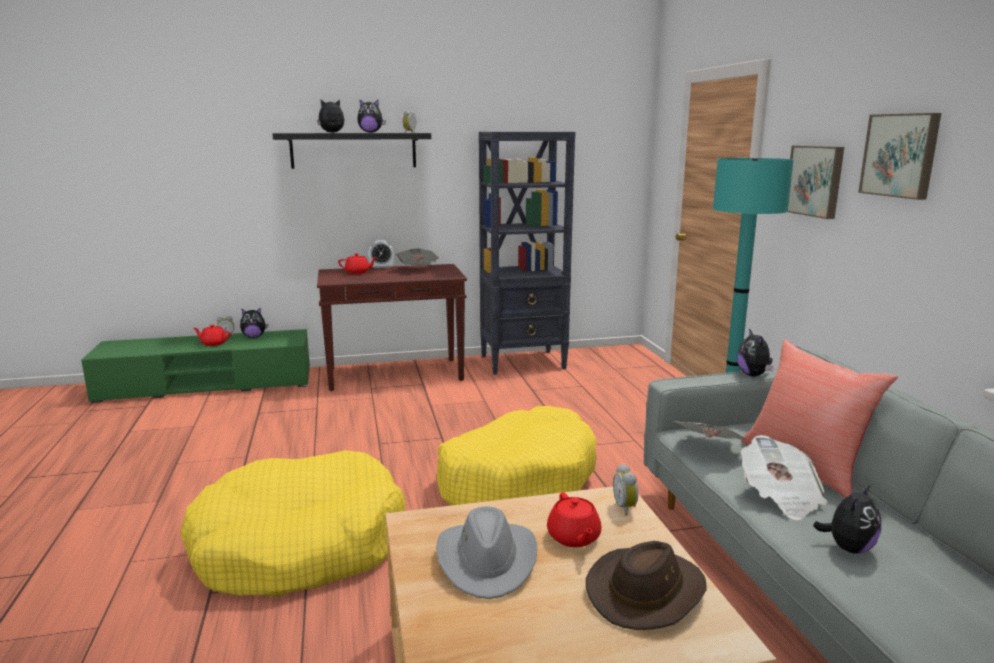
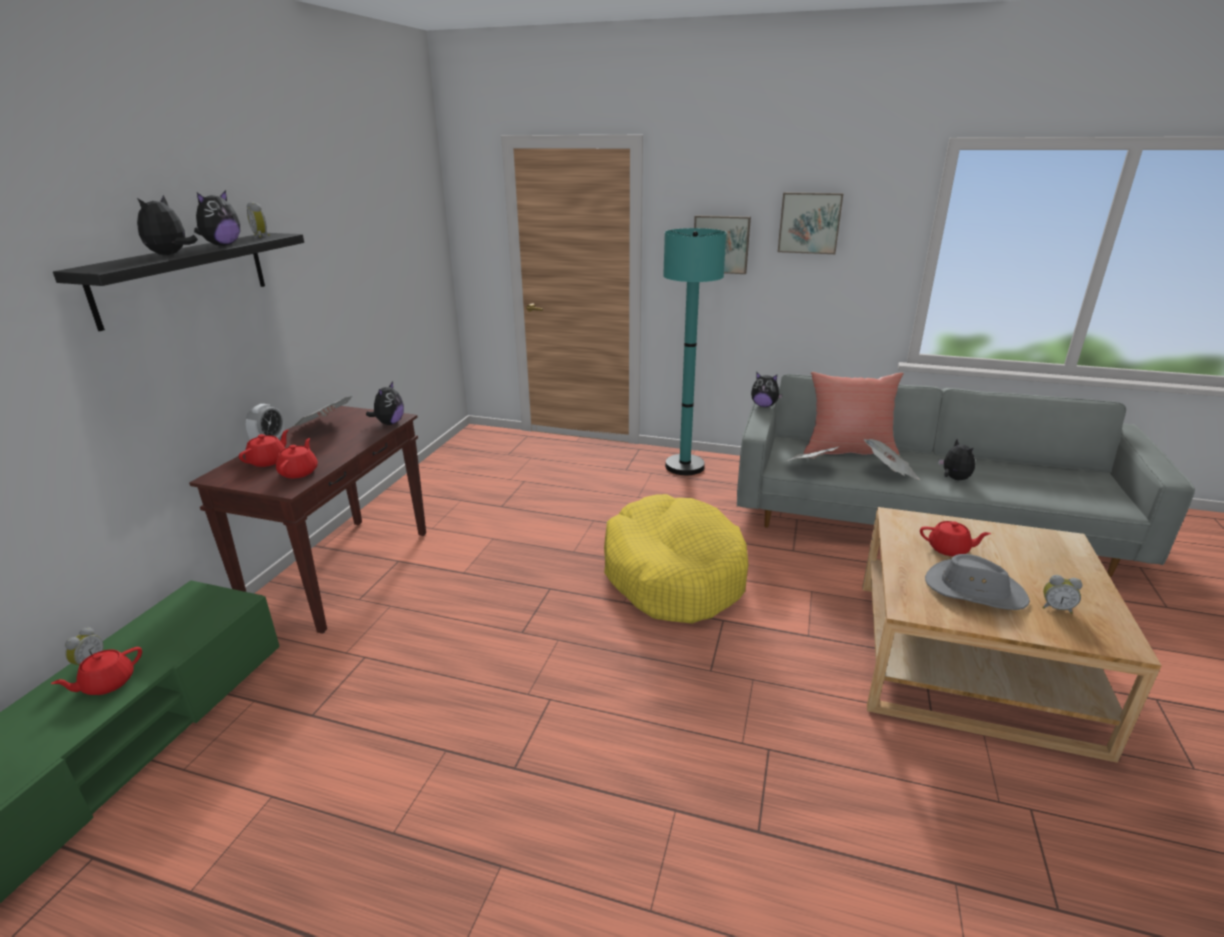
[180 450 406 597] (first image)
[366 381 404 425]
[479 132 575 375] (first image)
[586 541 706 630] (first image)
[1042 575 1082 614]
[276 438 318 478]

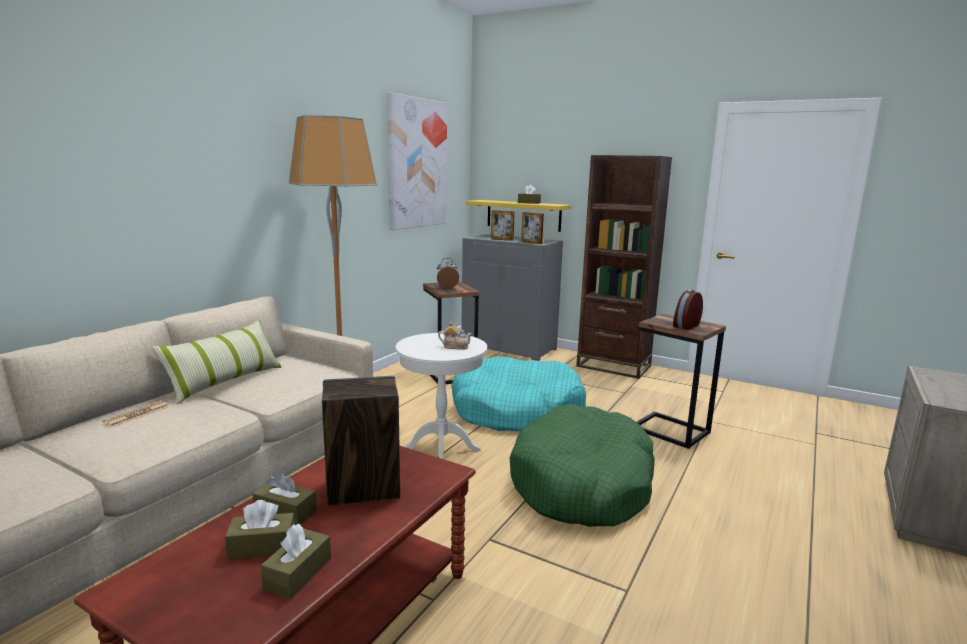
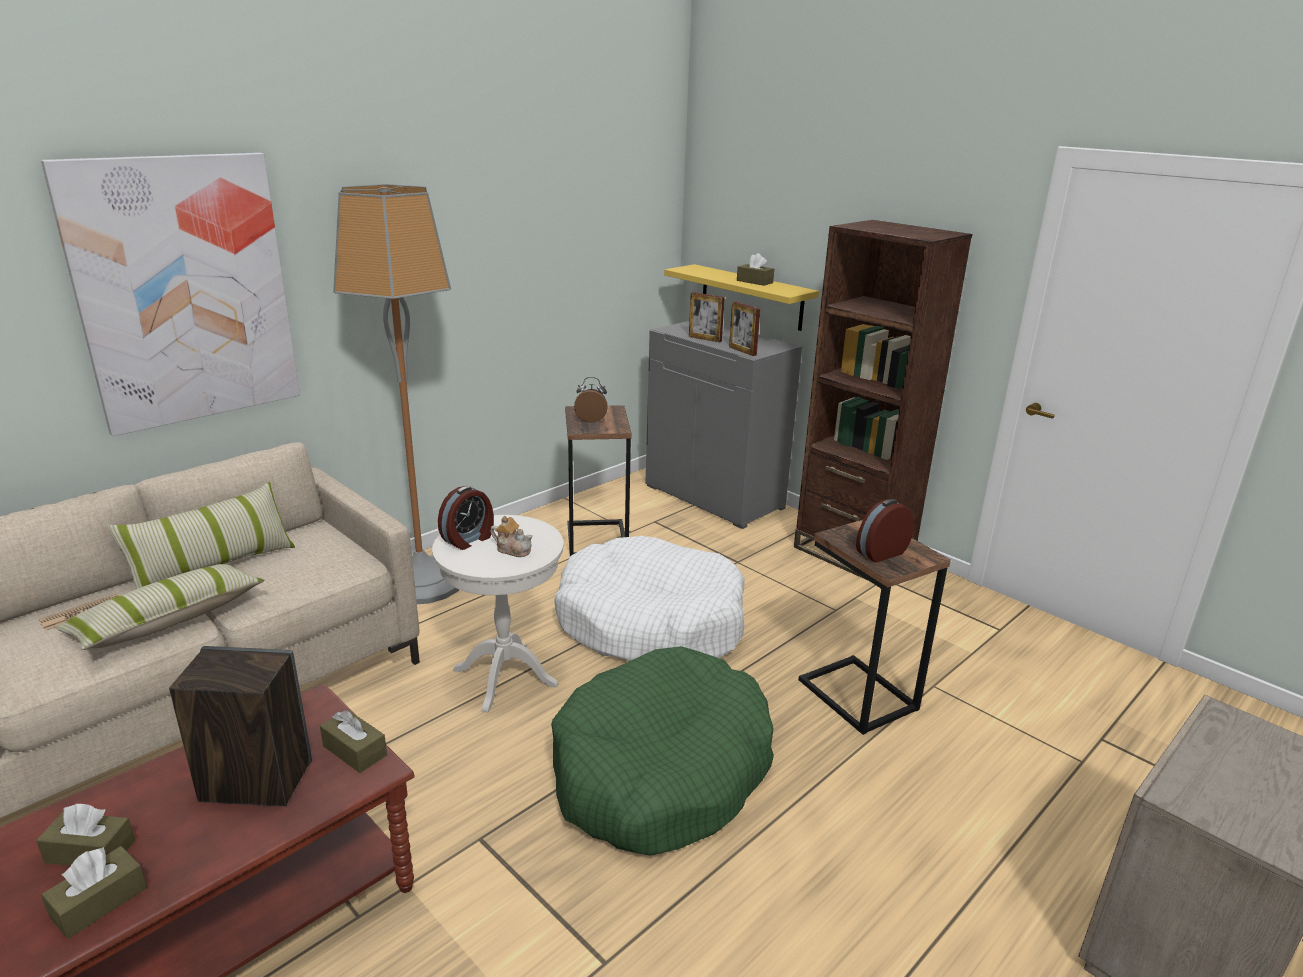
[320 710 387 773]
[41 153 300 436]
[554 536 745 661]
[55 564 265 650]
[438 486 494 550]

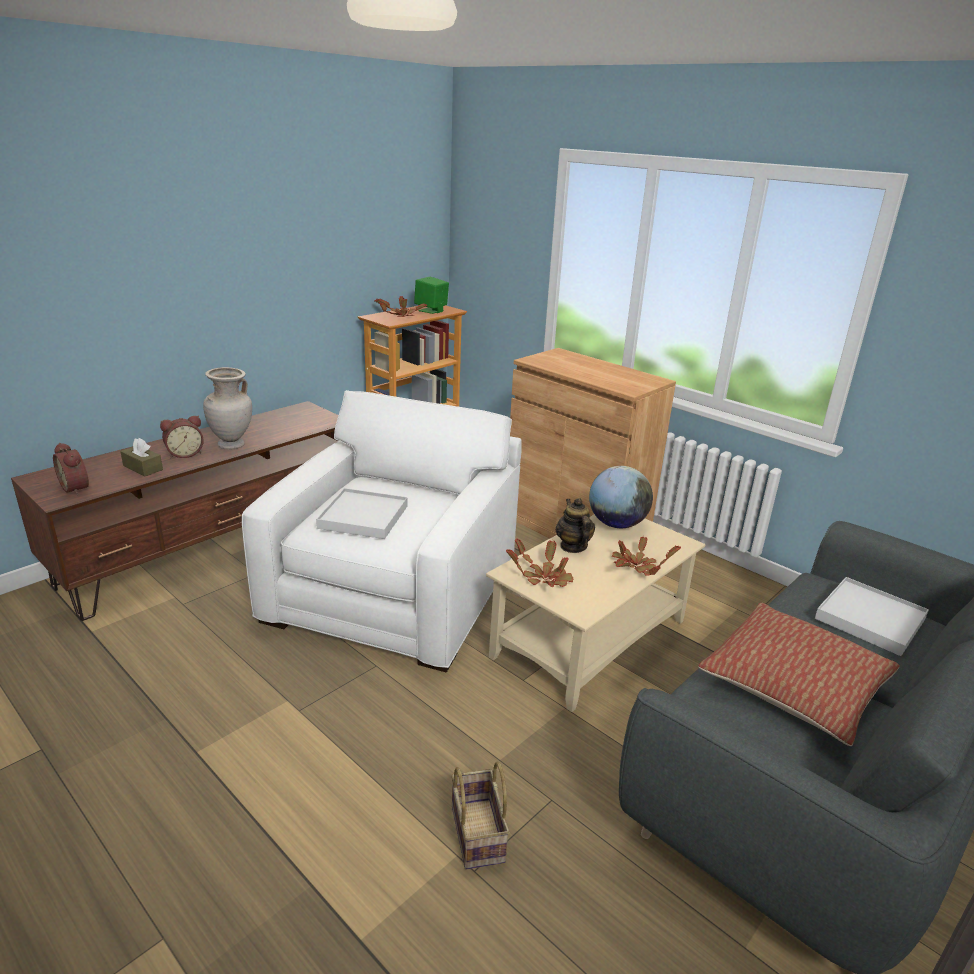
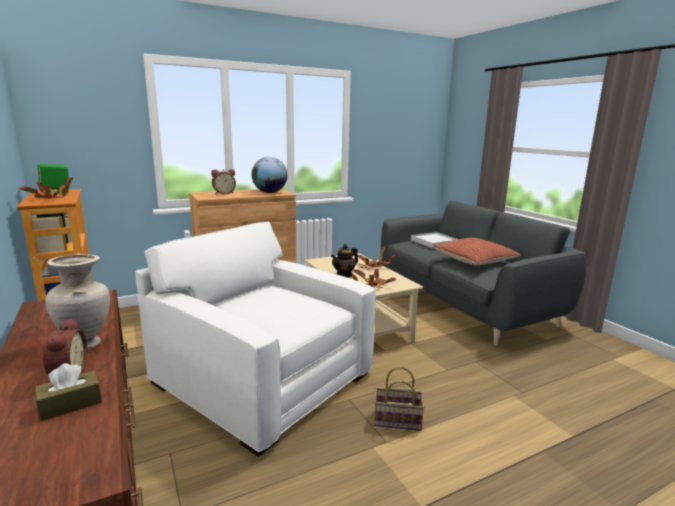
[211 169 236 195]
[316 488 407 539] (first image)
[374 367 425 431]
[331 244 358 277]
[251 157 288 193]

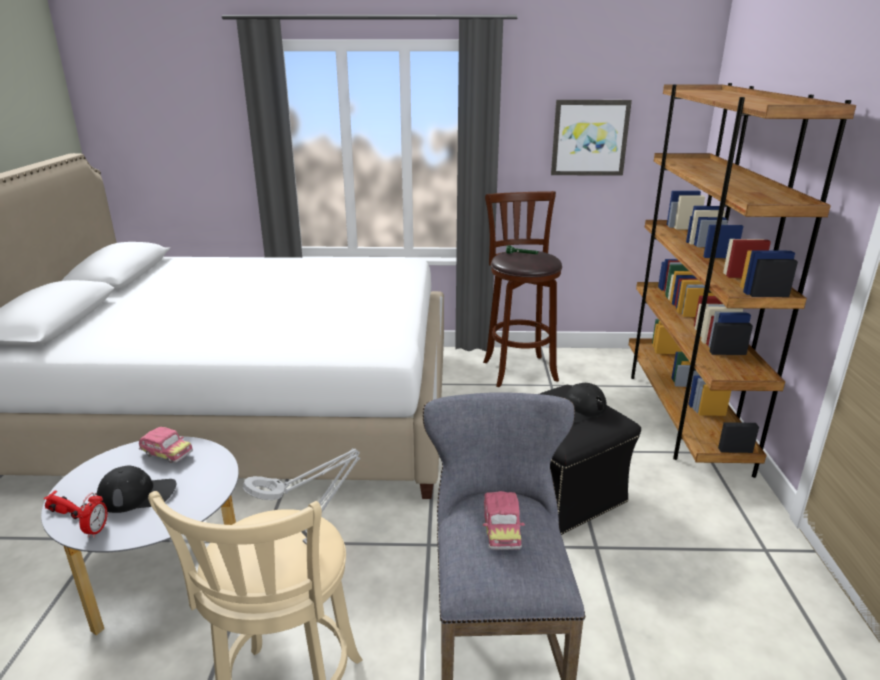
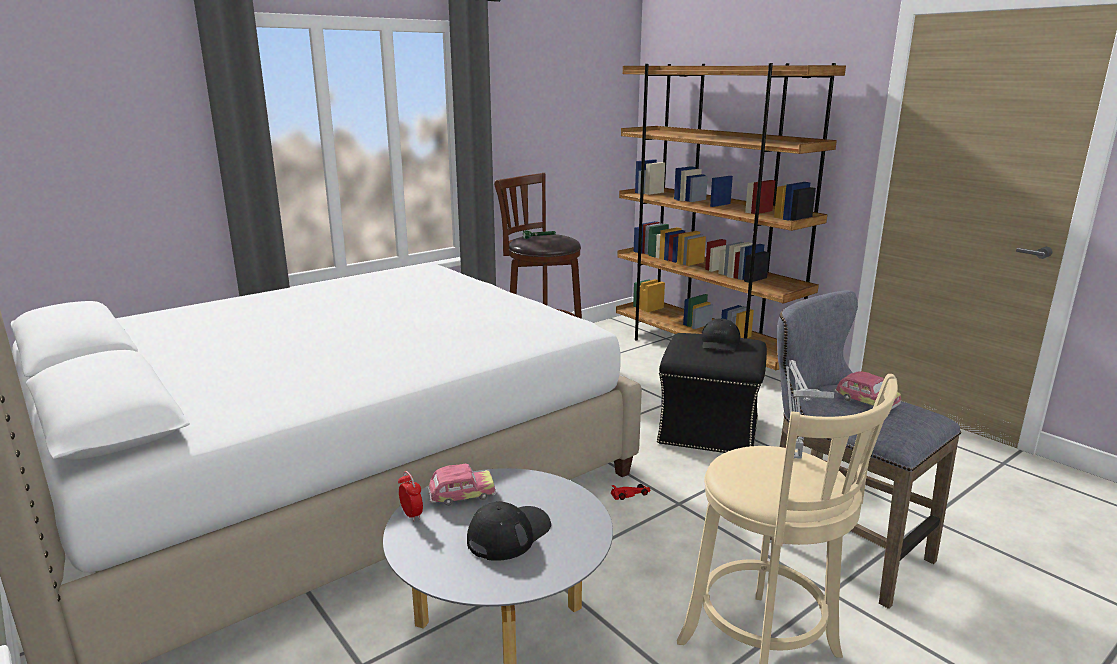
[611 484 650 500]
[398 471 423 522]
[551 100 632 176] (first image)

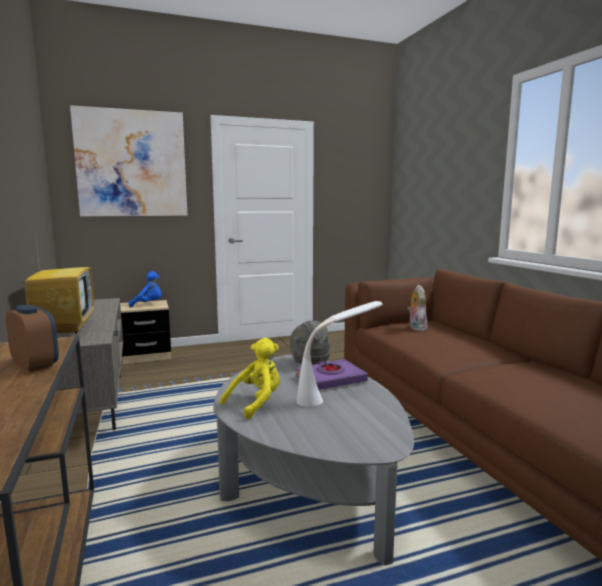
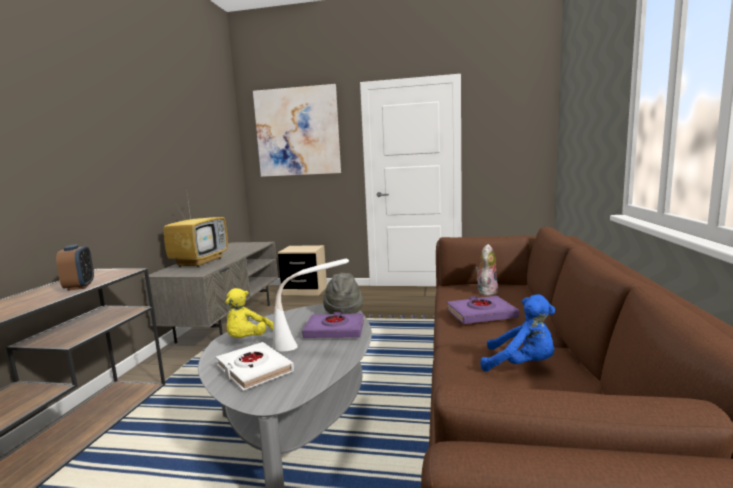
[480 294 556 372]
[225 288 273 338]
[216 342 294 391]
[447 296 519 324]

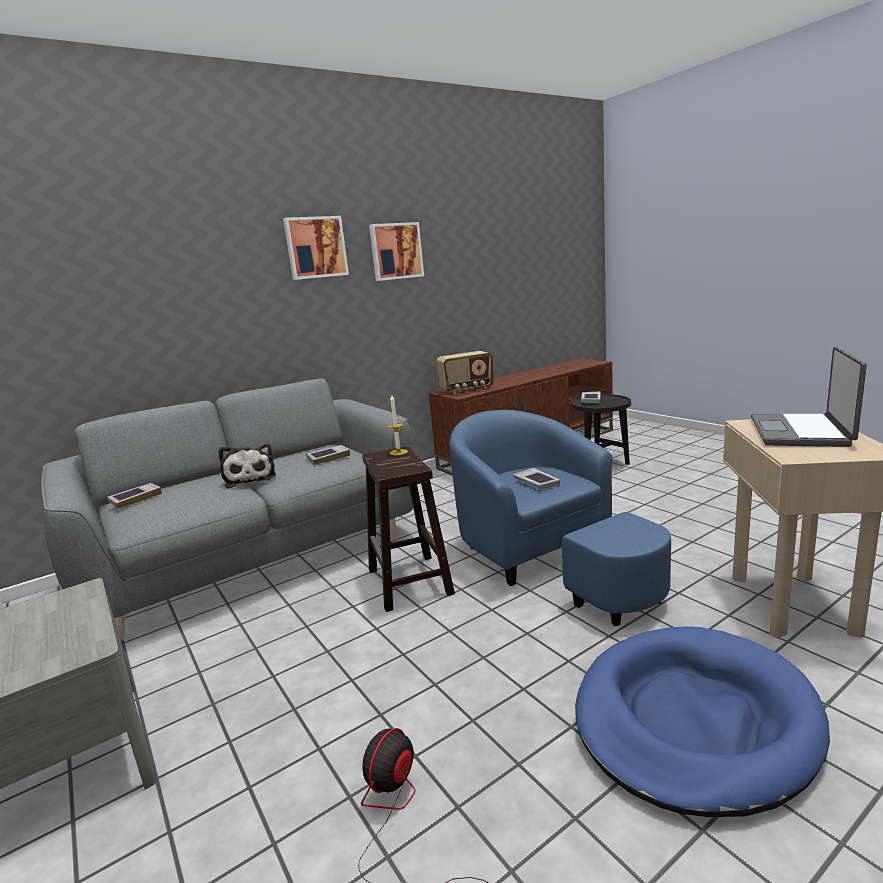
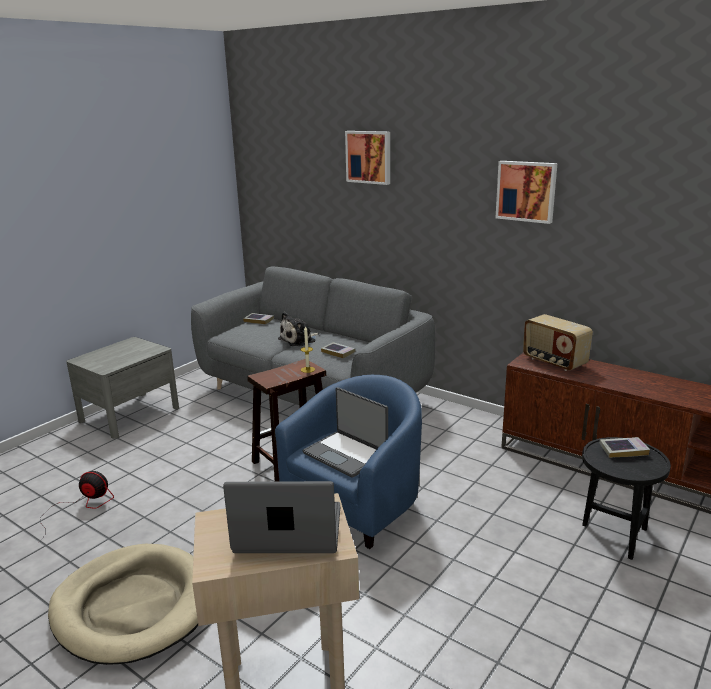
[345 131 390 185]
[303 387 388 478]
[48 544 198 665]

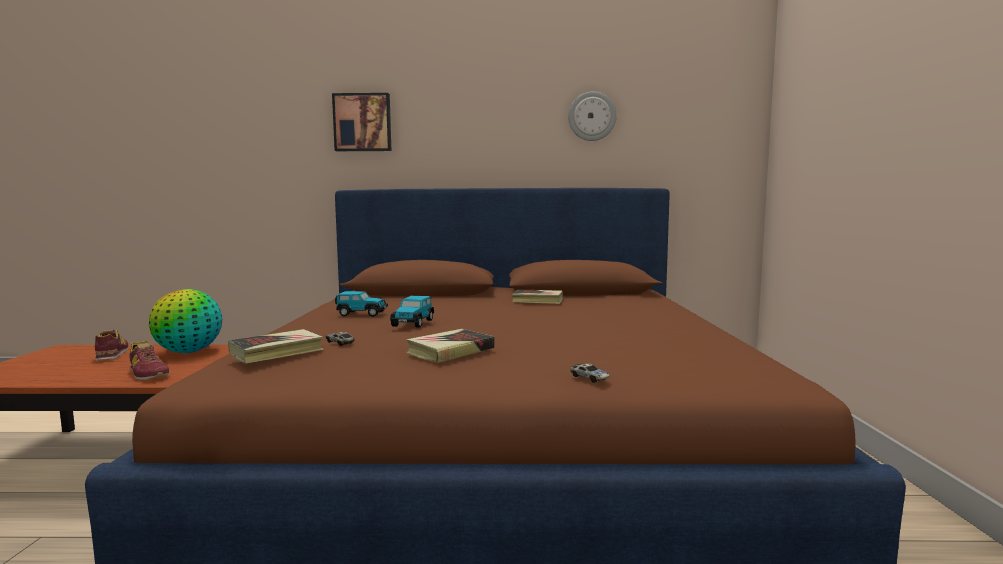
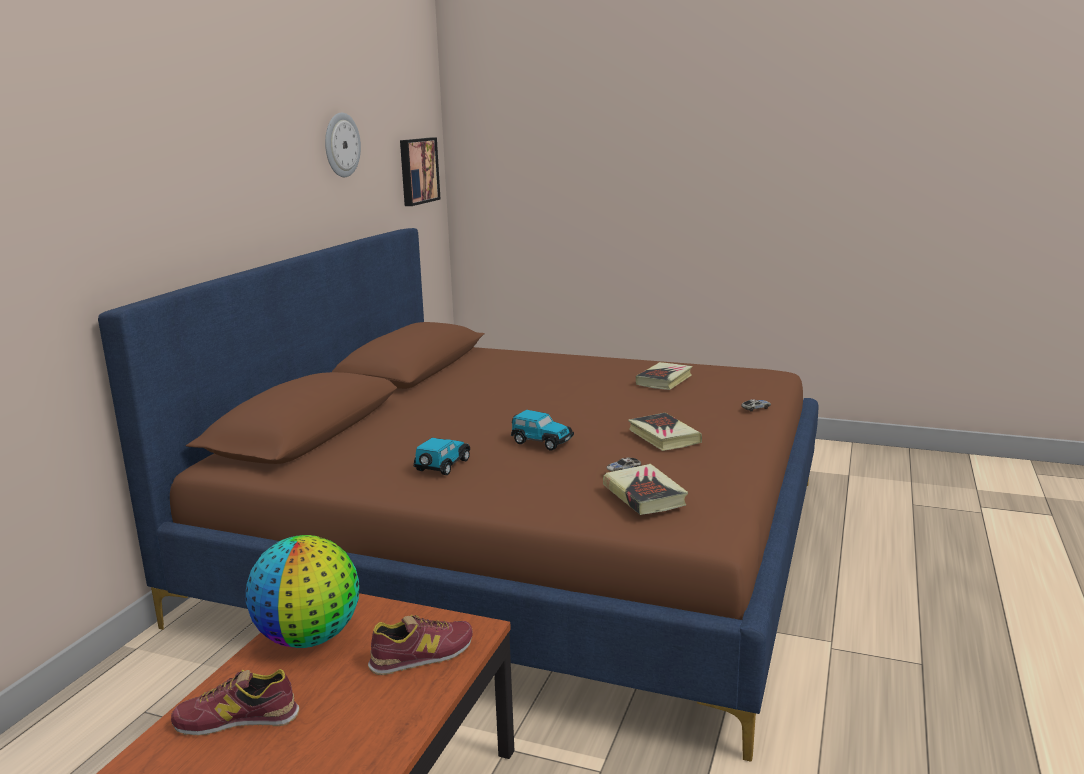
[400 137 440 206]
[636 362 692 390]

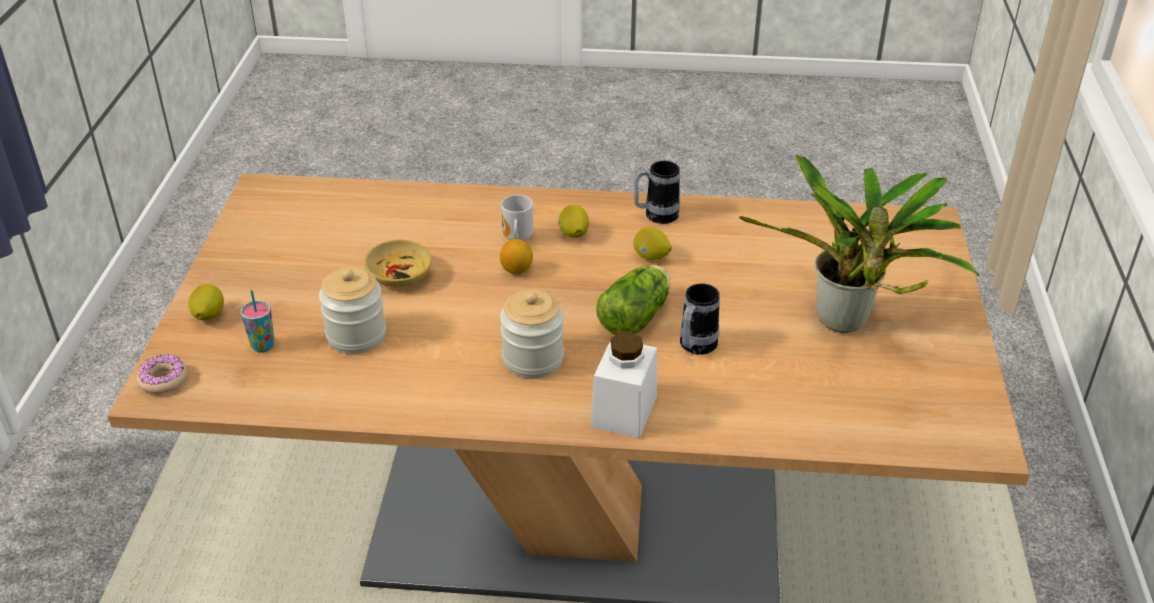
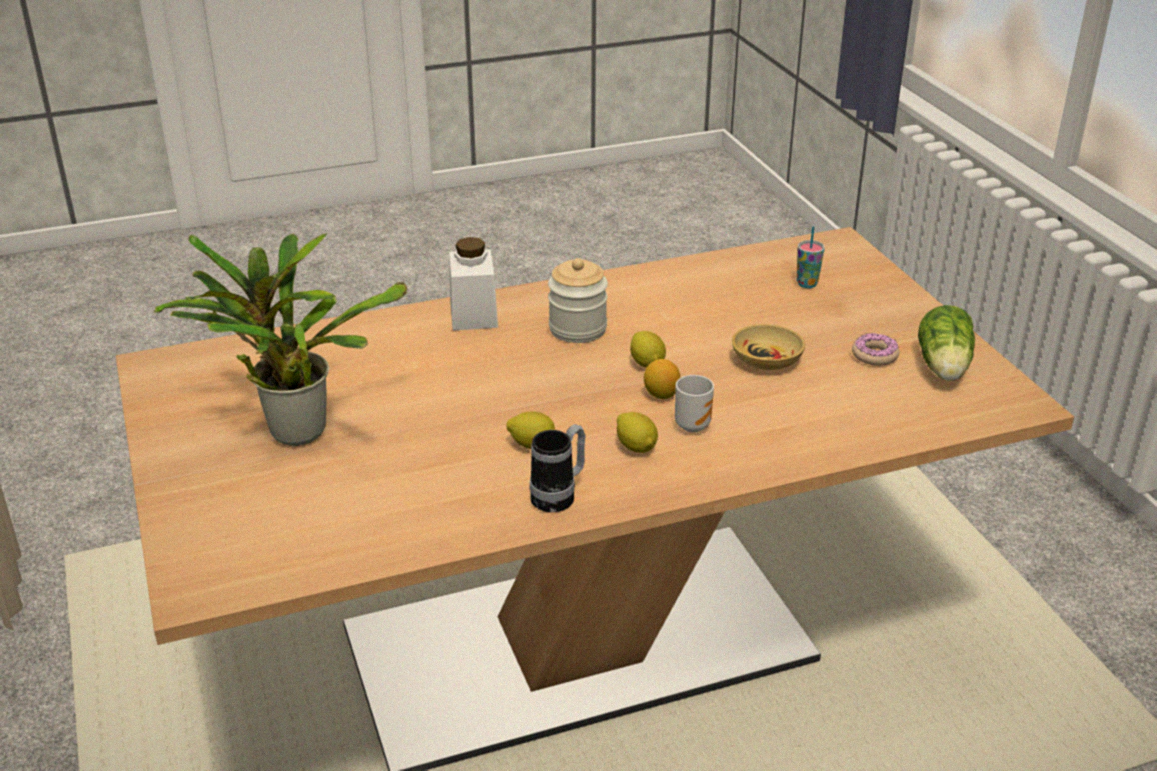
[852 333 899 366]
[630 331 666 368]
[319 267 386 354] (first image)
[918 305 975 381]
[680 283 720 355] (first image)

